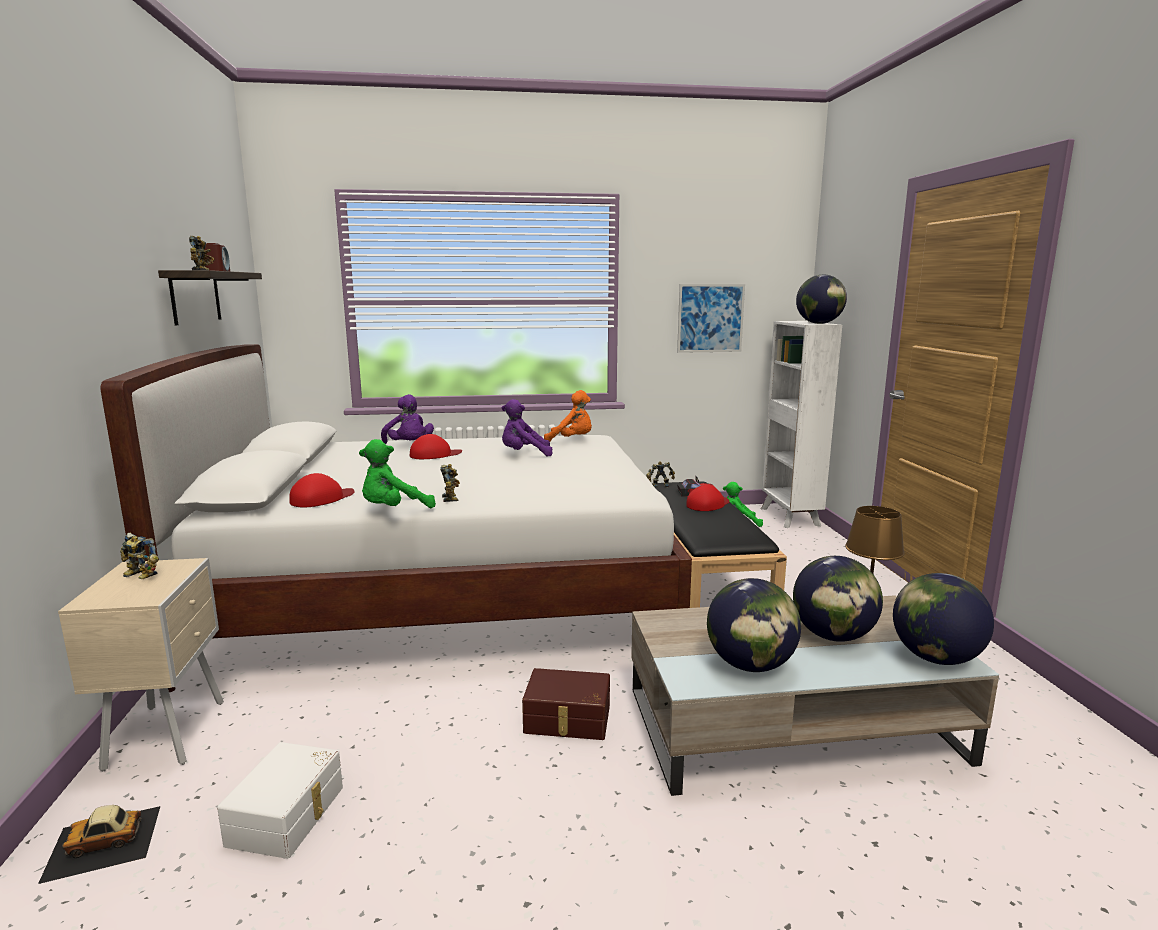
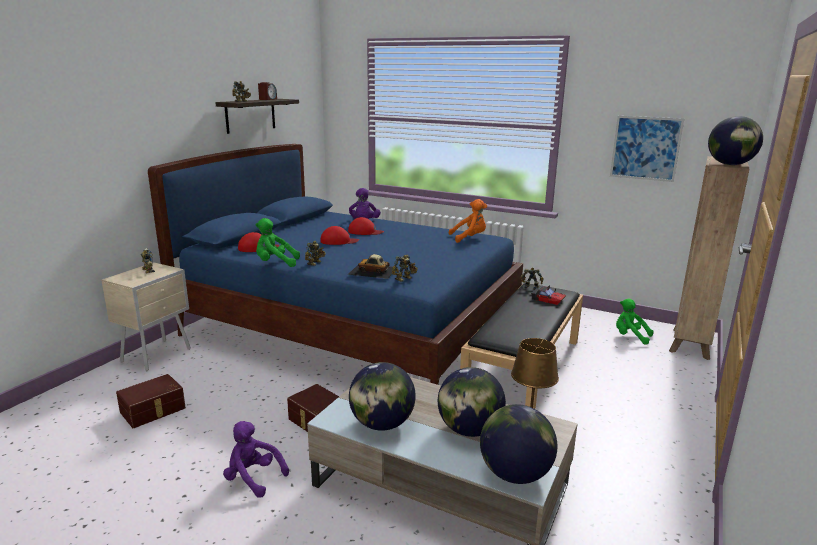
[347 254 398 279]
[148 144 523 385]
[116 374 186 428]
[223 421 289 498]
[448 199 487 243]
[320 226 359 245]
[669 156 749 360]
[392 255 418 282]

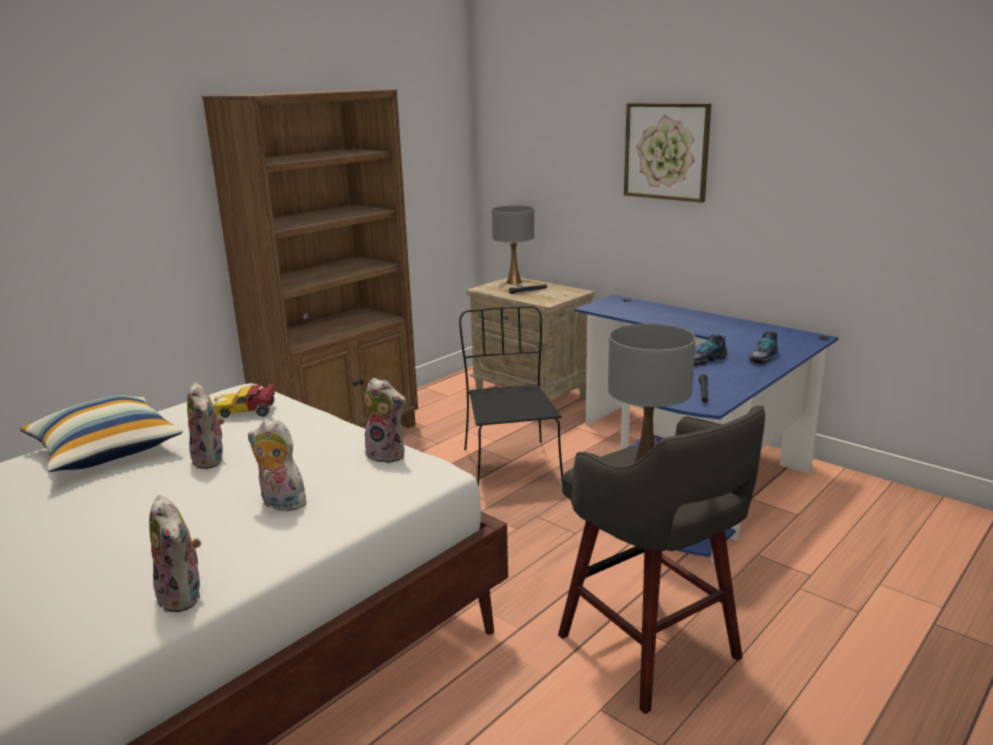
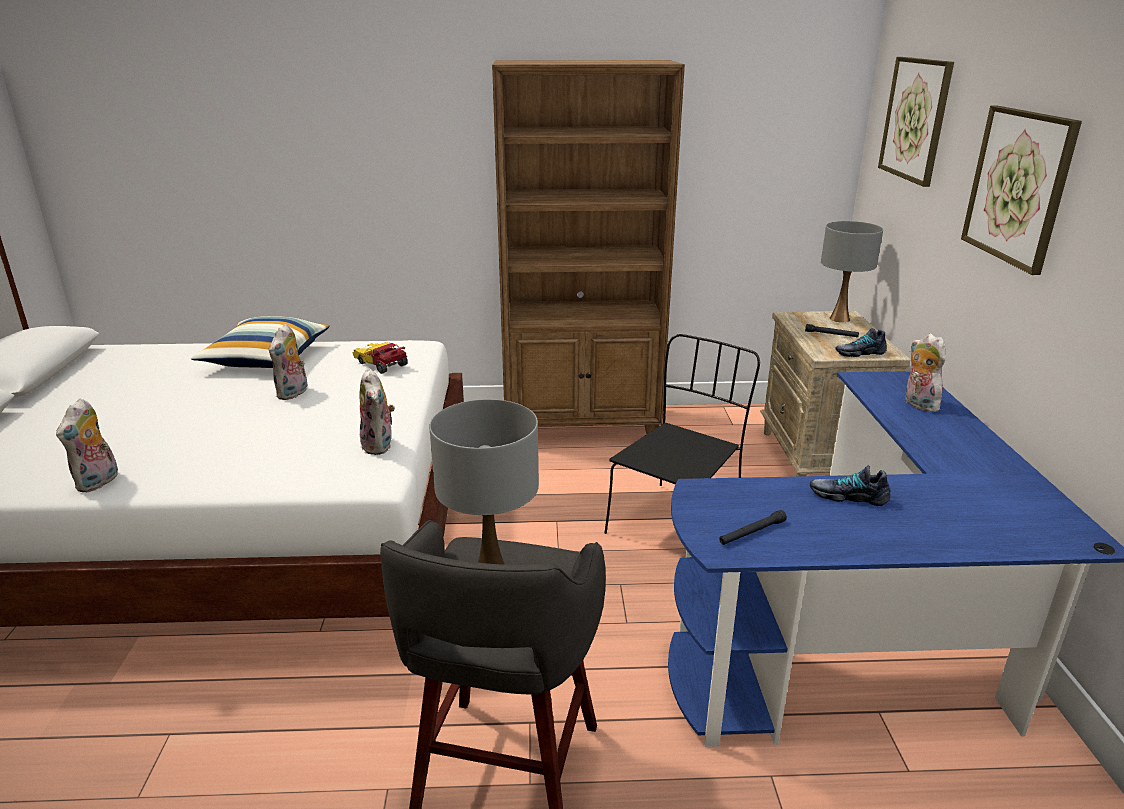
[905 334 946 412]
[835 328 887 357]
[878 57 954 187]

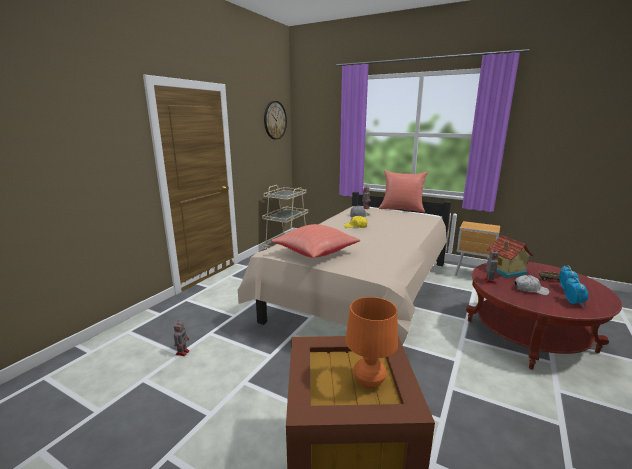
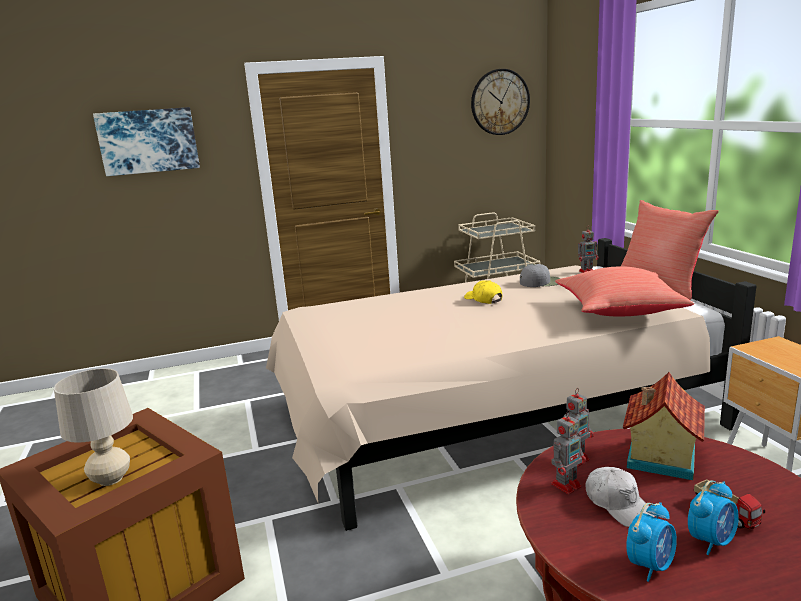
[551 410 586 494]
[555 266 694 316]
[54 368 133 486]
[93 107 200 176]

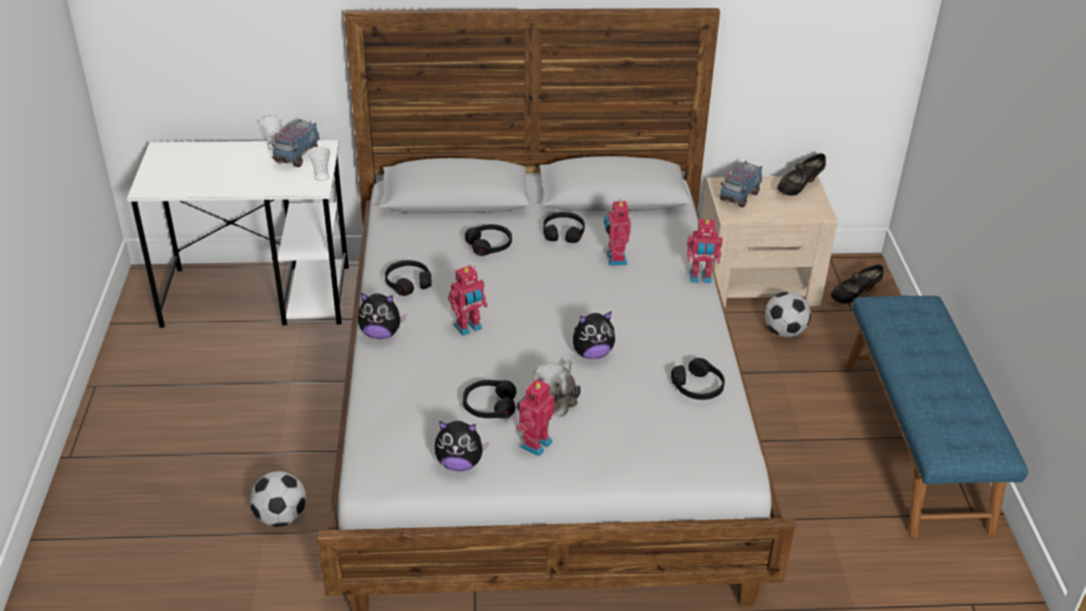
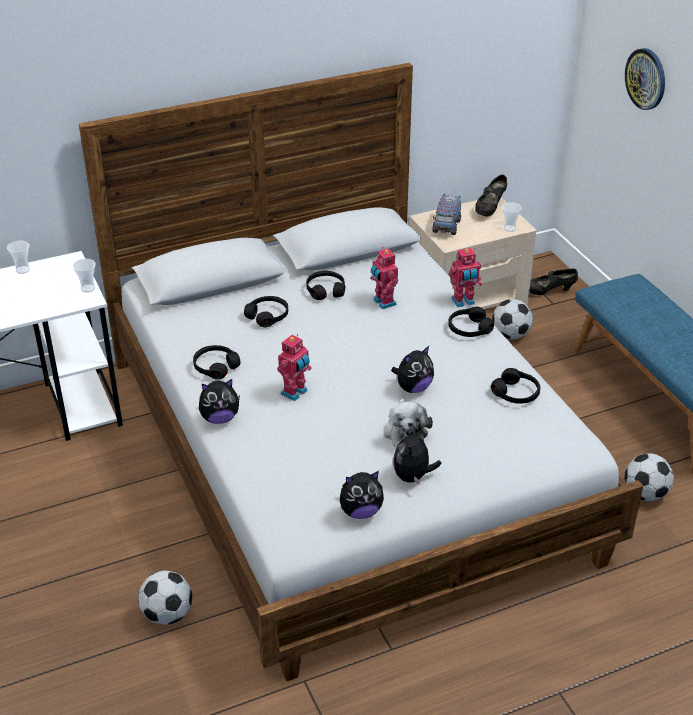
[272 119 320 167] (first image)
[448 307 494 337]
[393 427 442 485]
[529 268 578 295]
[502 202 522 232]
[625 48 665 110]
[625 454 674 501]

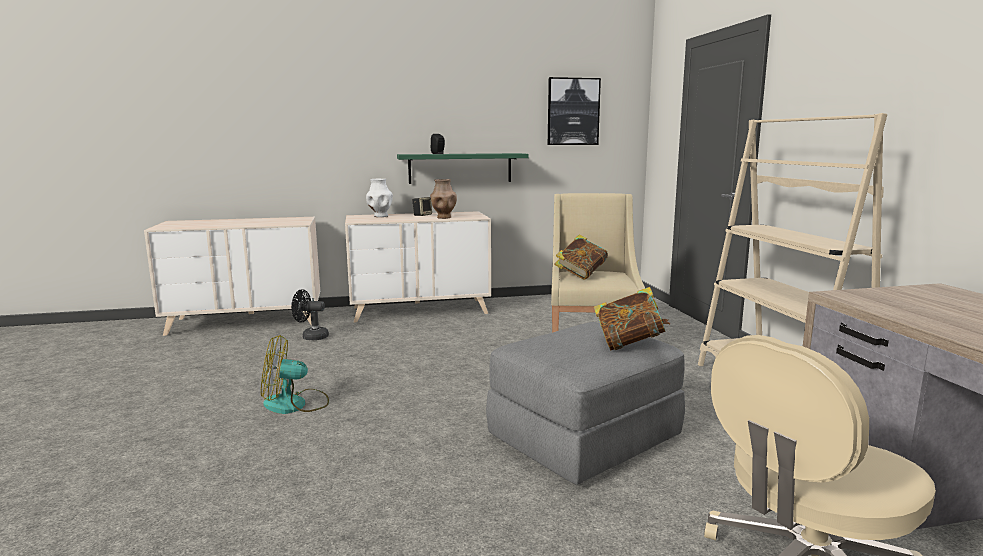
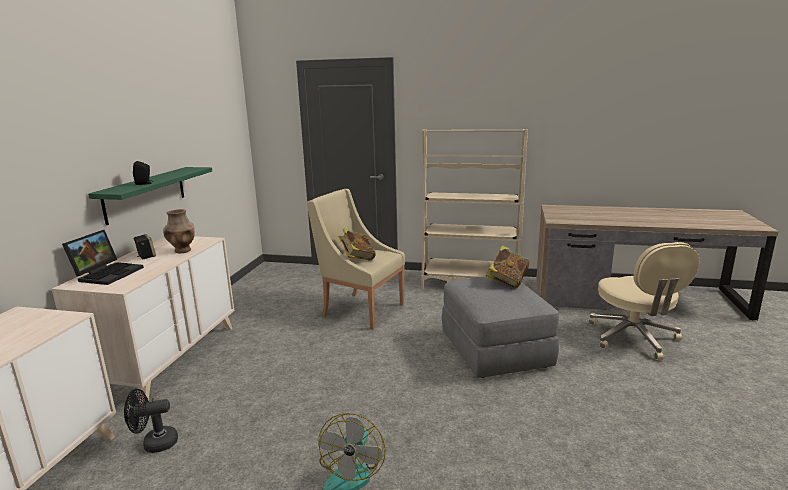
[124 389 178 453]
[62 230 144 285]
[548 77 601 145] (first image)

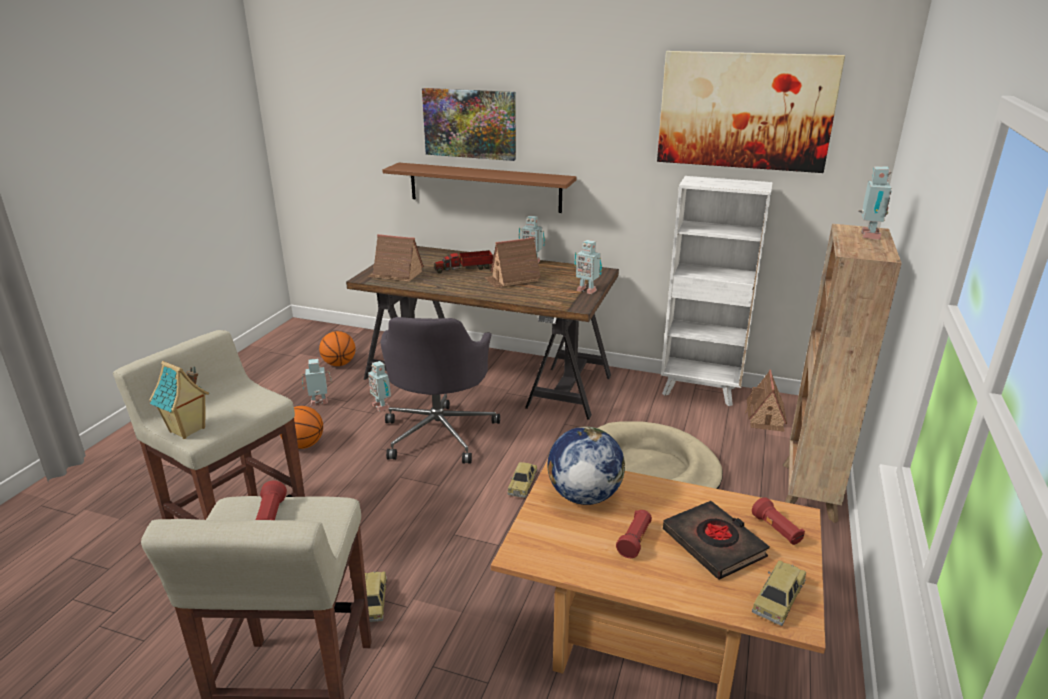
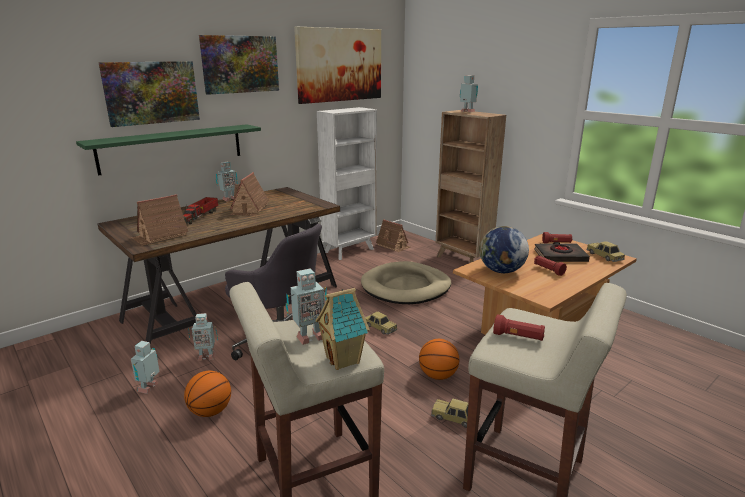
[419 339 459 380]
[76 124 261 176]
[286 269 327 345]
[199 35 279 95]

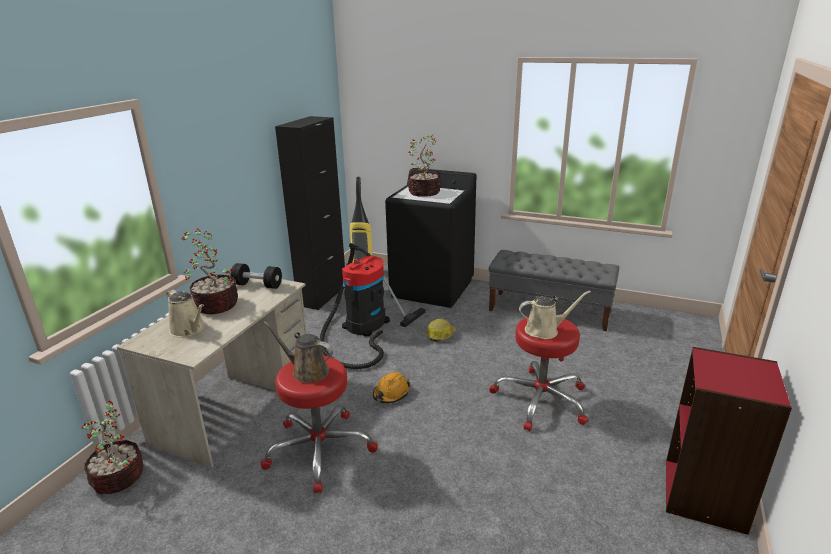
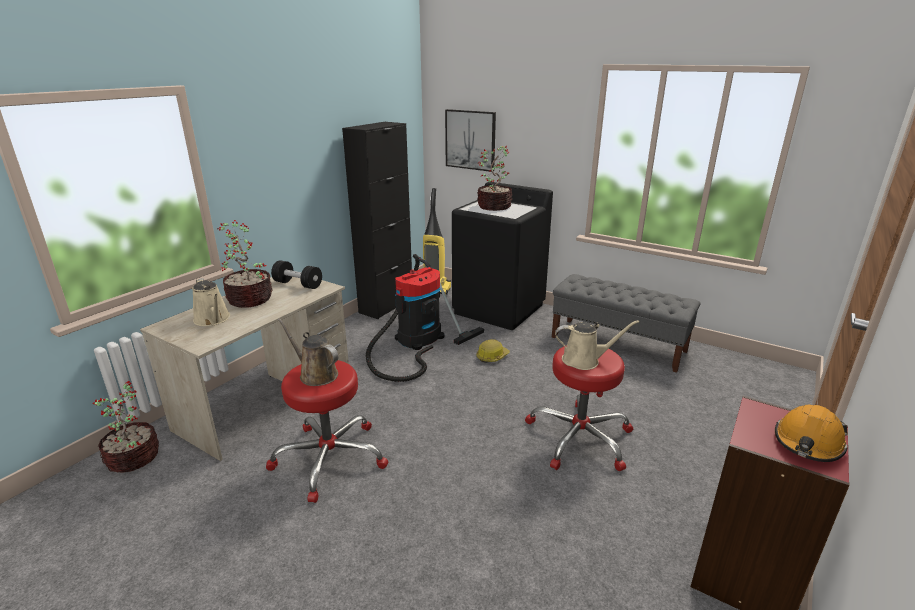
[775 405 848 462]
[445 109 496 172]

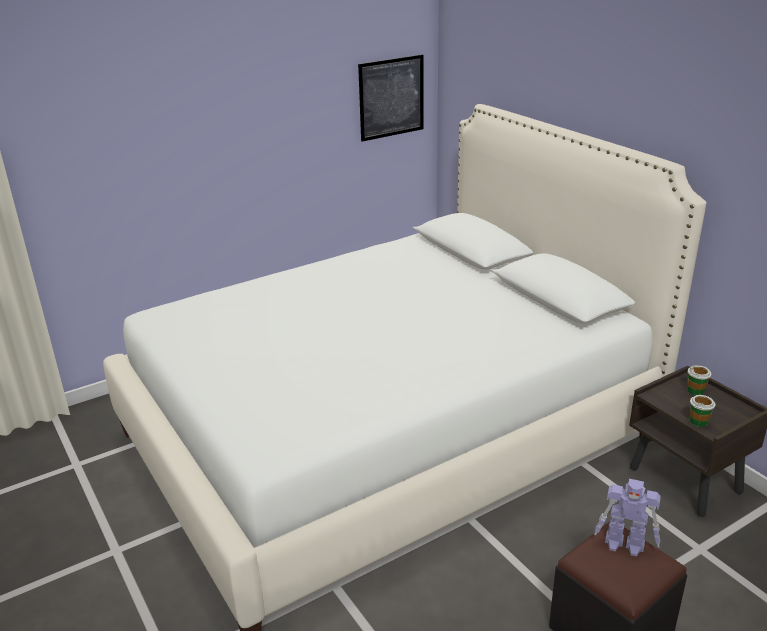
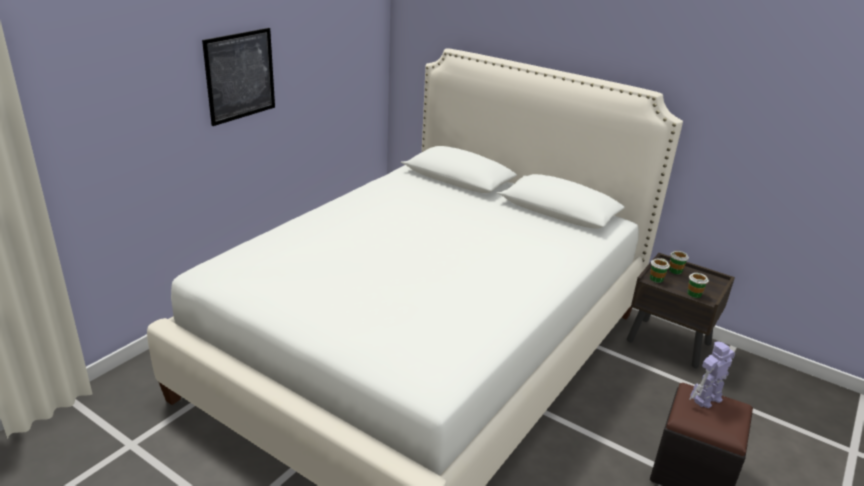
[202 28 275 126]
[689 341 735 408]
[650 258 670 283]

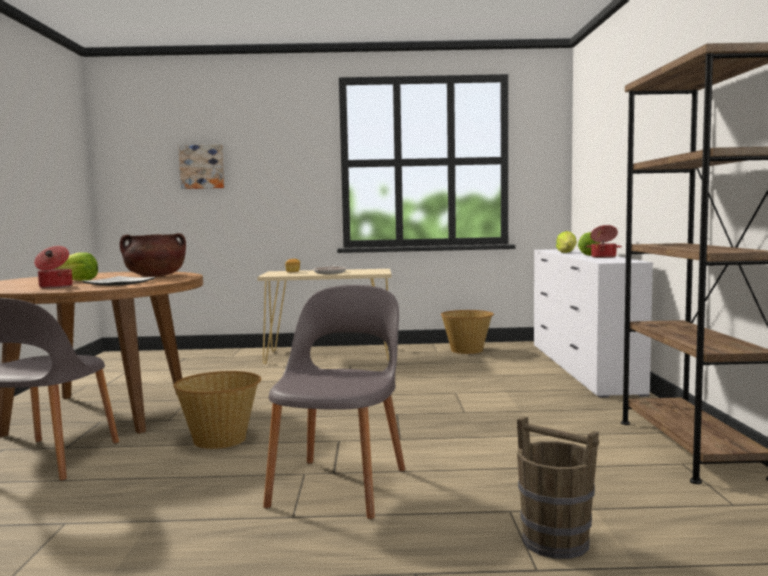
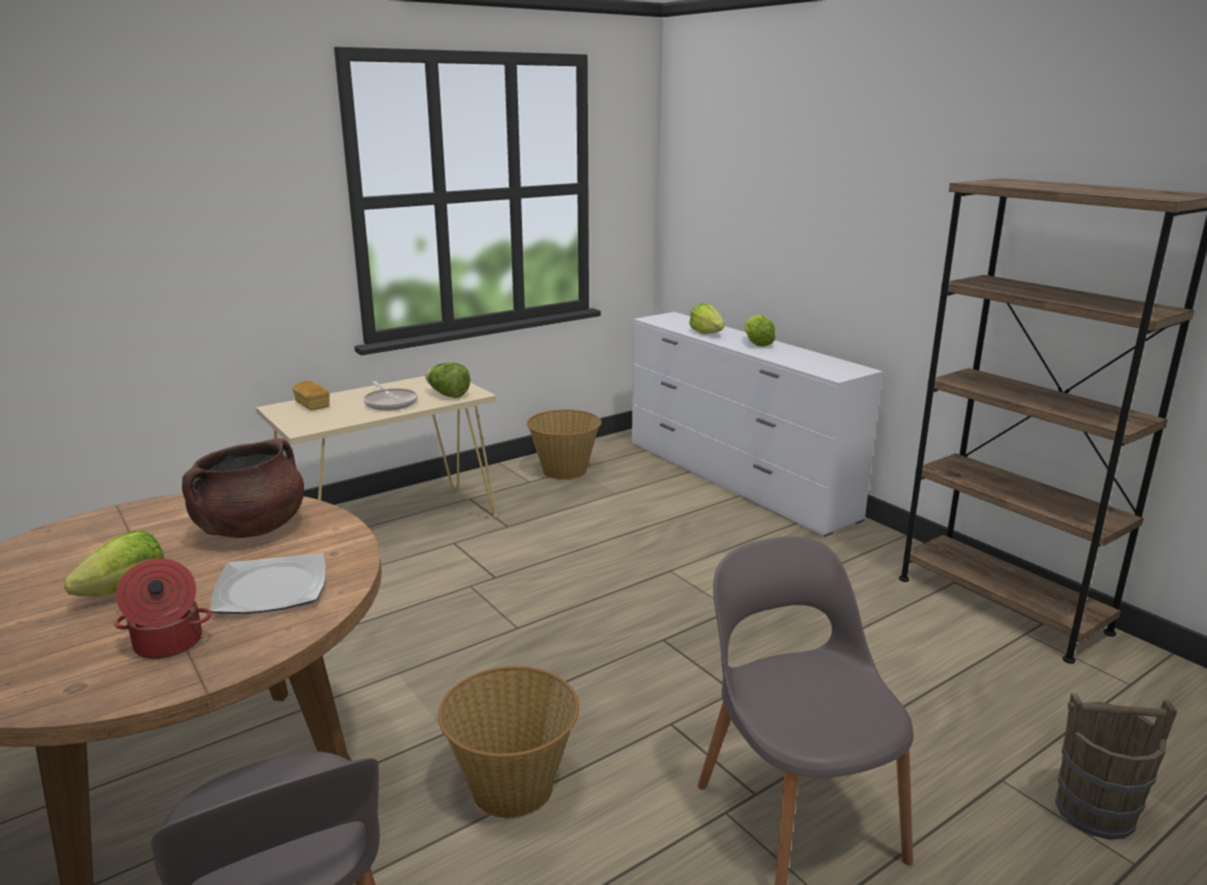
[178 144 224 189] (first image)
[586 225 622 258] (first image)
[425 363 470 398]

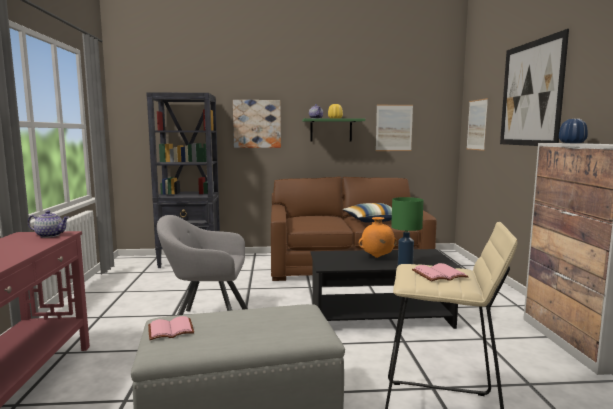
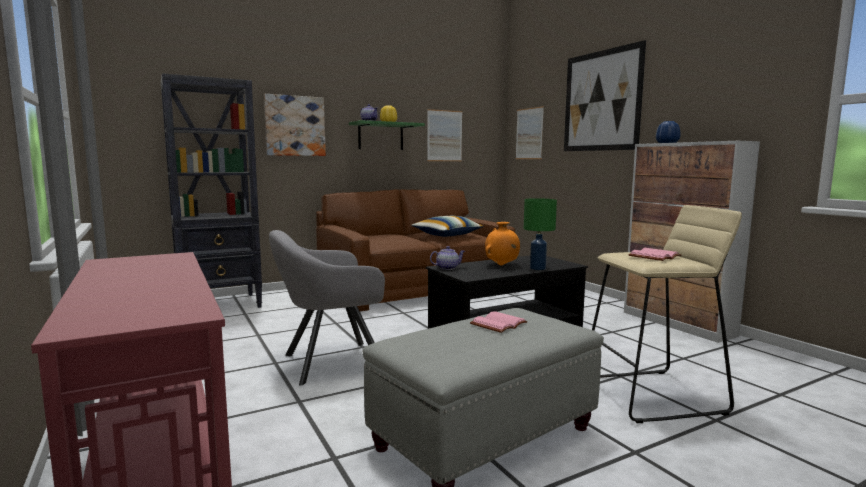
[430 246 465 270]
[470 311 528 333]

